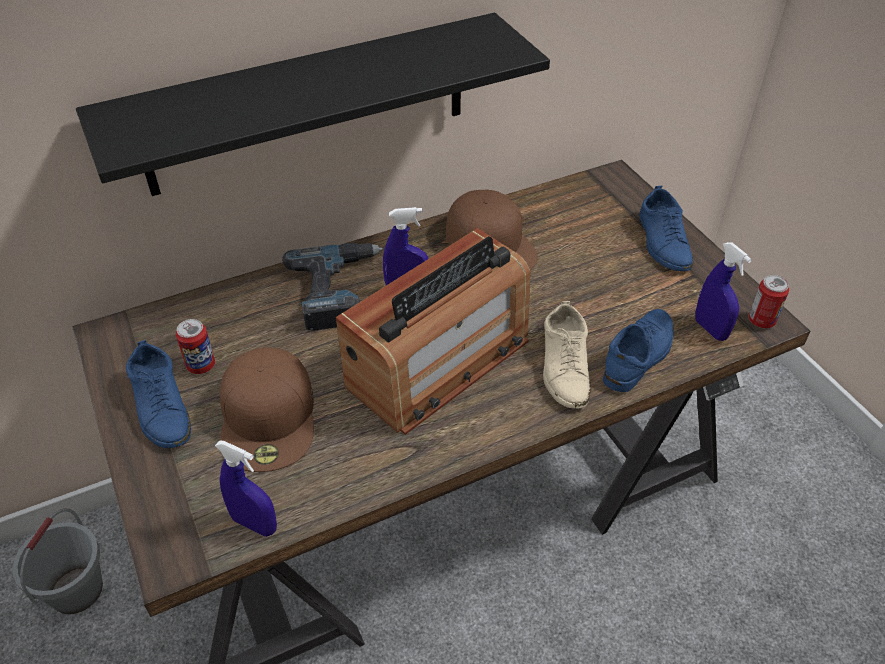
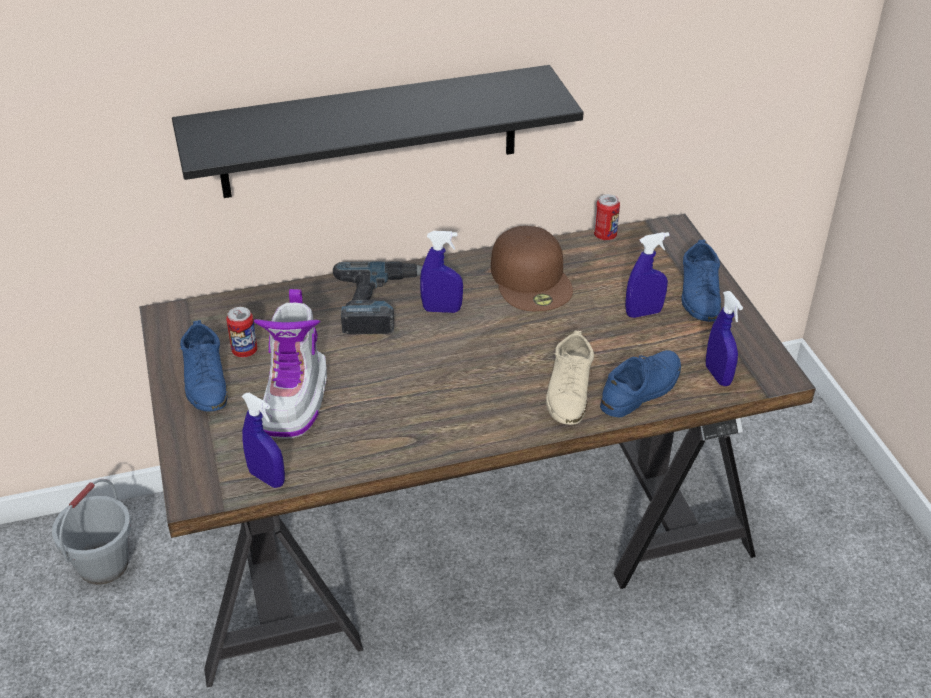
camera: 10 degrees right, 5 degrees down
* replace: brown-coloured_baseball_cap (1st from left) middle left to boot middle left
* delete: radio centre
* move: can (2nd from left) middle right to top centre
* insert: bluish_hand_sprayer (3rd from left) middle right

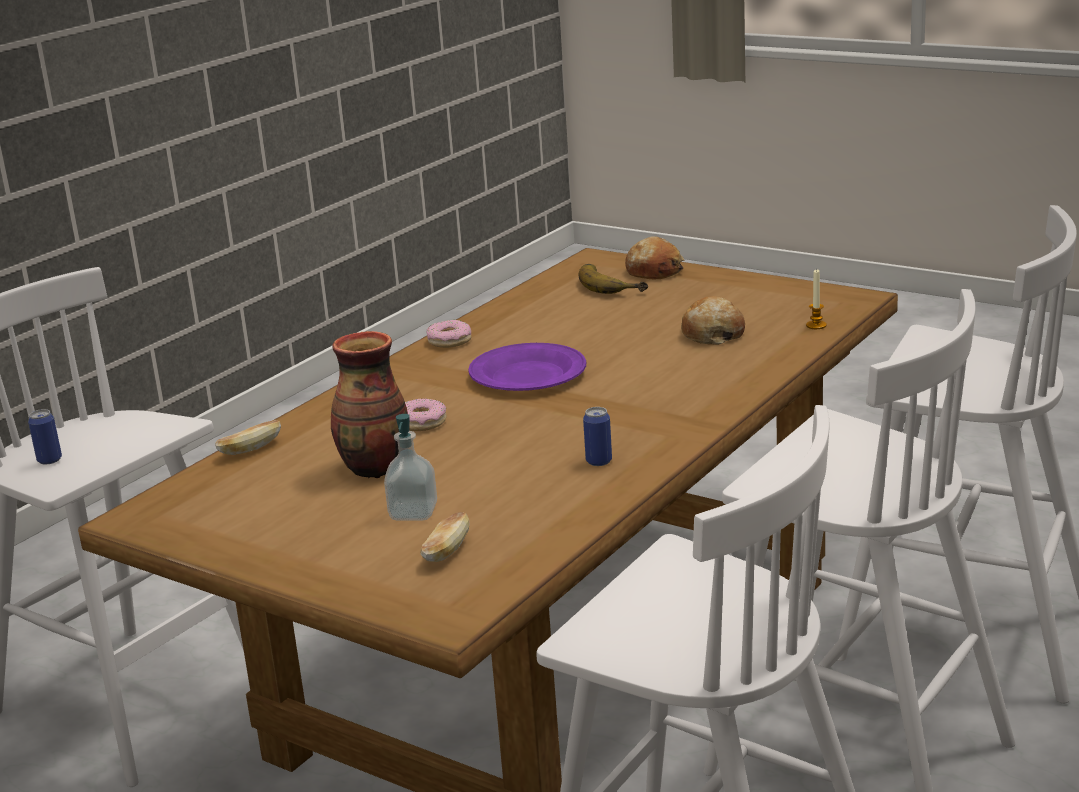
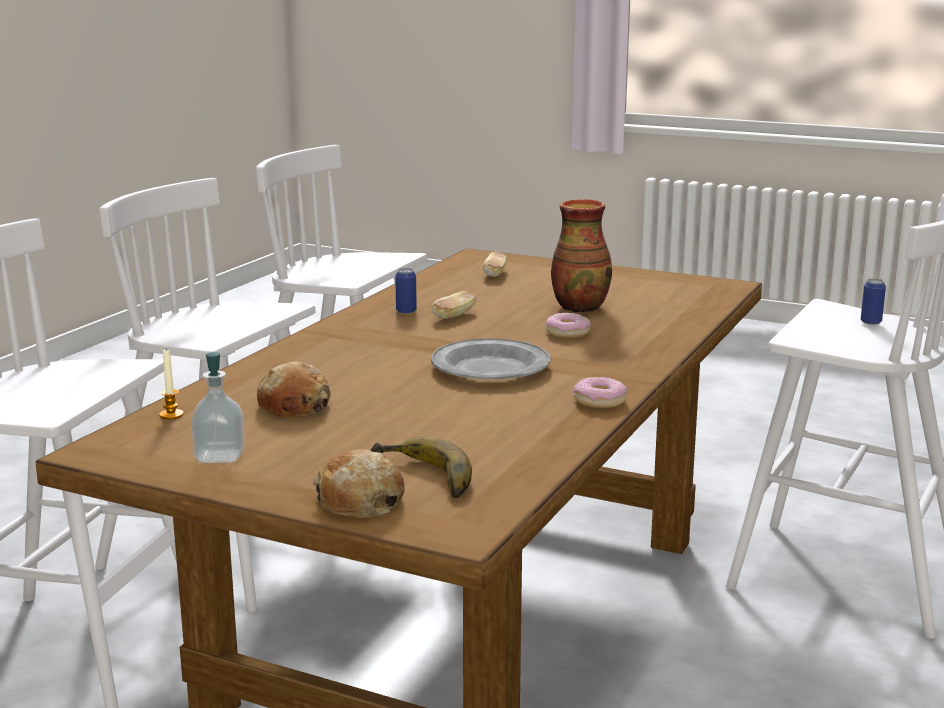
camera: 170 degrees right, 5 degrees down
* move: bakery_bread (1st from left in the first image) middle left to bakery_bread (3rd from left) centre
* move: soap_bottle centre to middle left
* recolor: purple_plate centre to greyish_plate centre

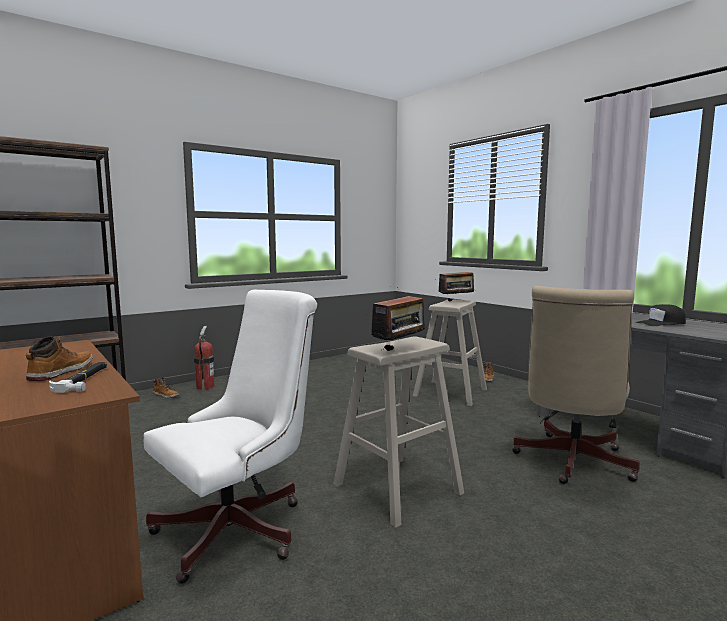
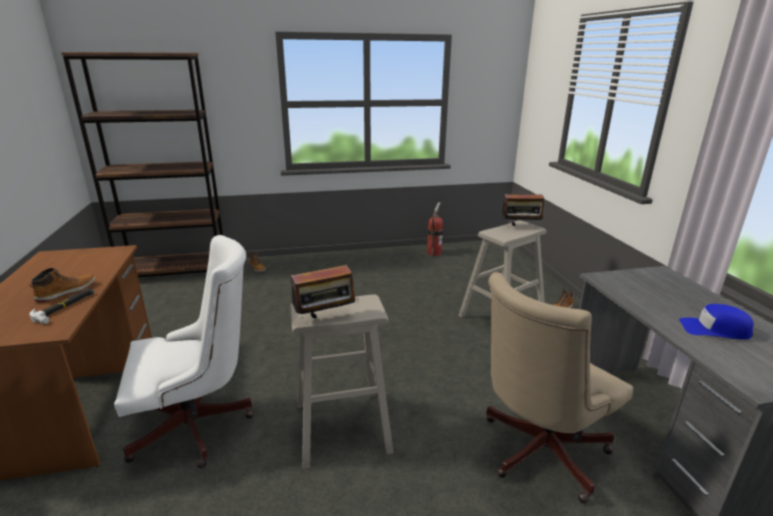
camera: 25 degrees right, 15 degrees up
* move: extinguisher middle left to centre
* recolor: black_baseball_cap middle right to bluish_baseball_cap middle right

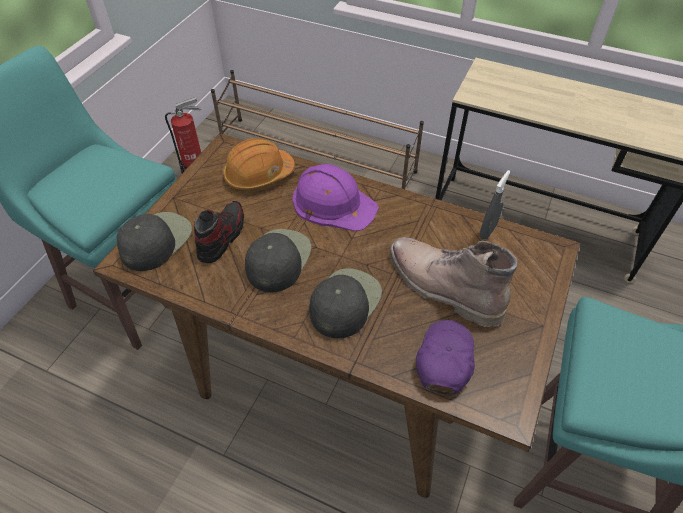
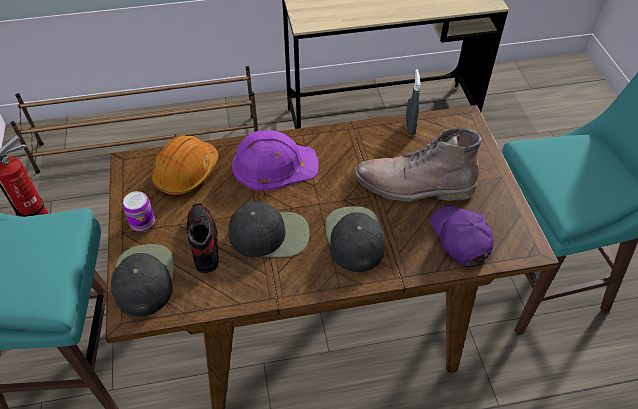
camera: 35 degrees left, 0 degrees up
* rotate: black_baseball_cap (2nd from left) centre = centre 105 degrees clockwise
* insert: can middle left

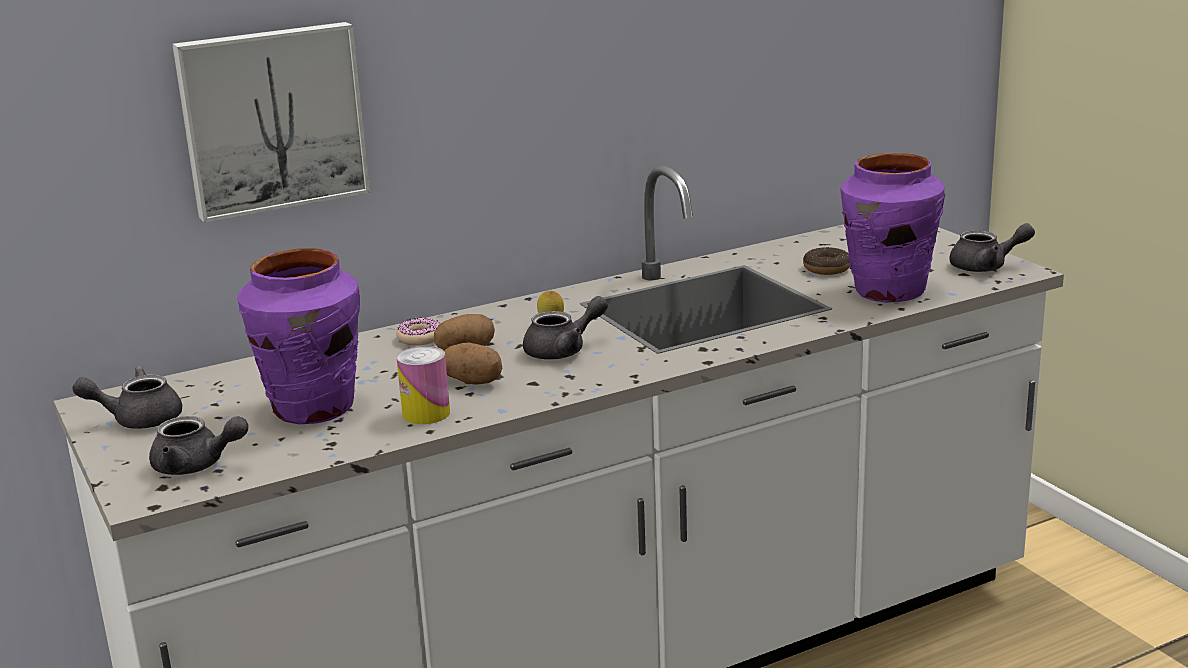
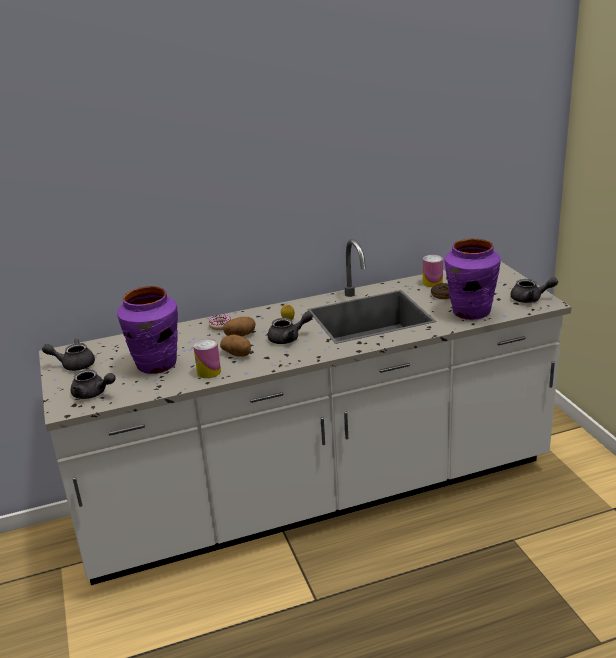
camera: 10 degrees right, 5 degrees up
* delete: wall_art top left
* insert: can (2nd from left) middle right

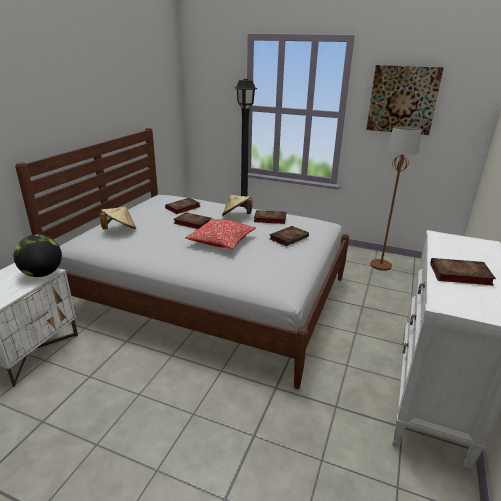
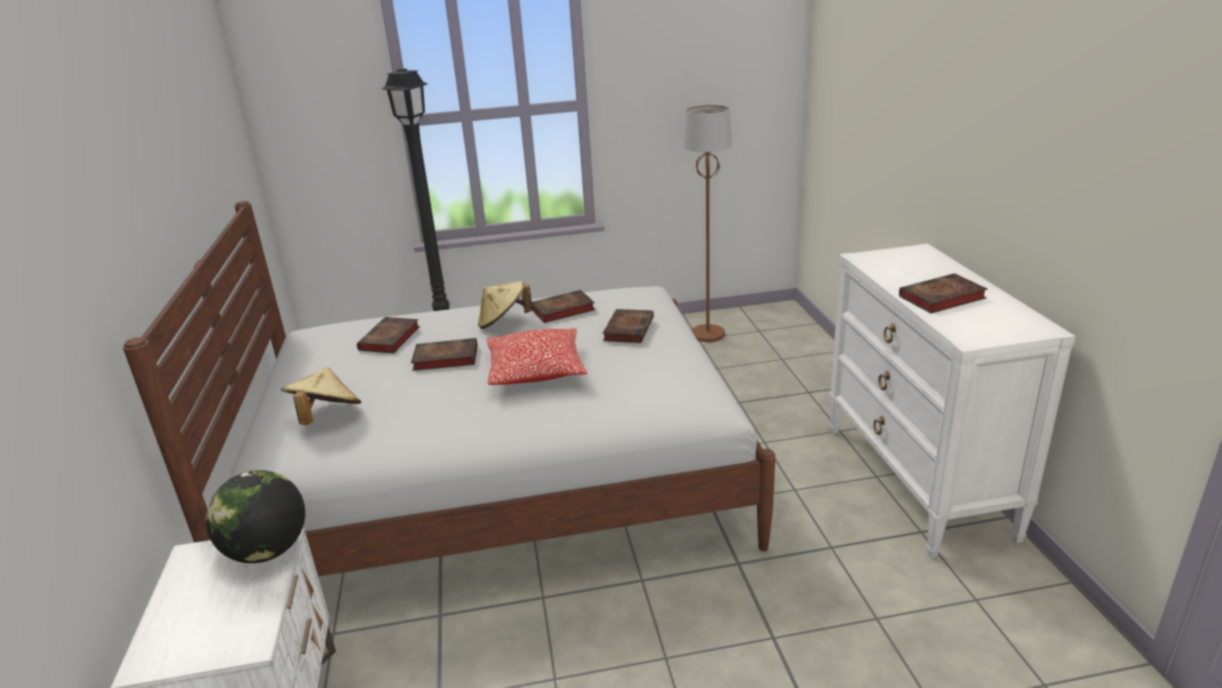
camera: 30 degrees left, 0 degrees up
* delete: wall_art top right

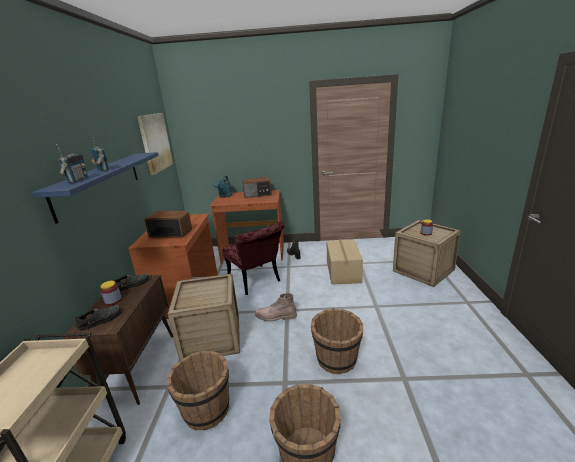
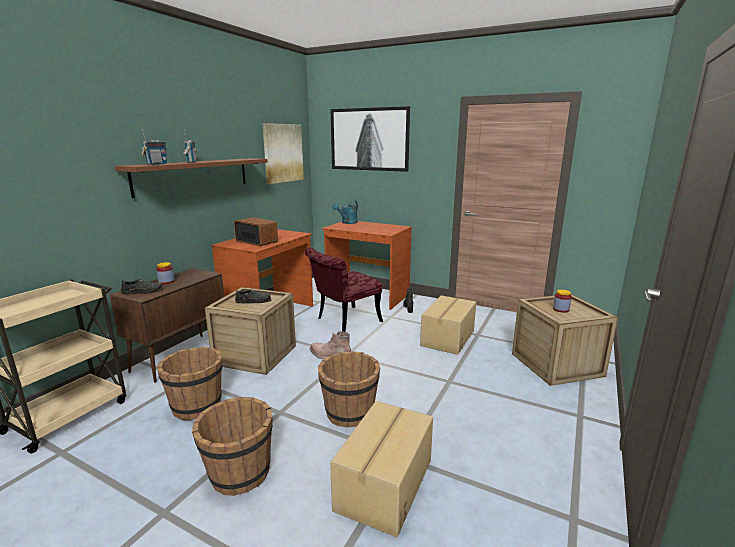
camera: 25 degrees right, 5 degrees down
* recolor: bluish_wall_shelf middle left to brown-coloured_wall_shelf top left
* move: black_shoe (2nd from left) middle left to centre
* rotate: red_plain_chair centre = centre 60 degrees clockwise
* delete: radio (4th from left) centre
* insert: packing_box (1st from left) bottom centre
* insert: wall_art (2nd from left) top centre

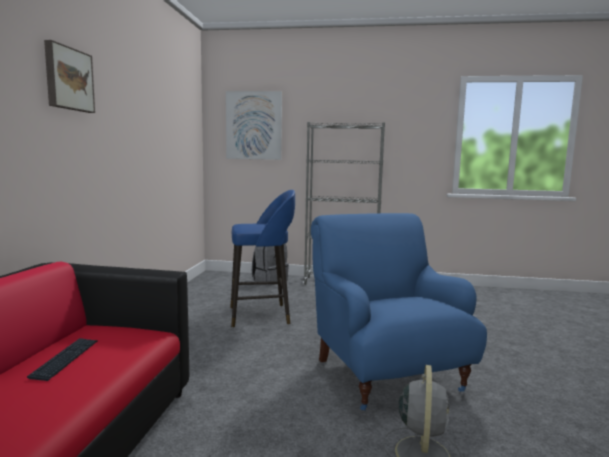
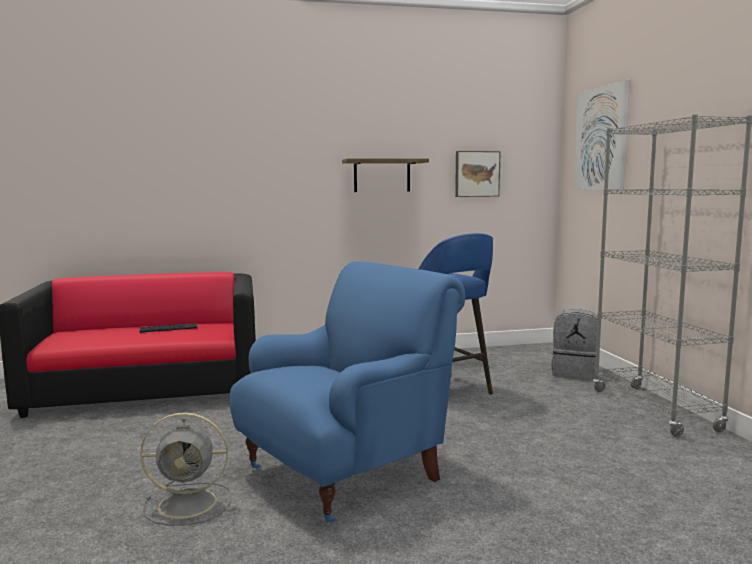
camera: 70 degrees right, 0 degrees up
* move: wall_art (1st from left) top left to top centre
* insert: wall_shelf top centre

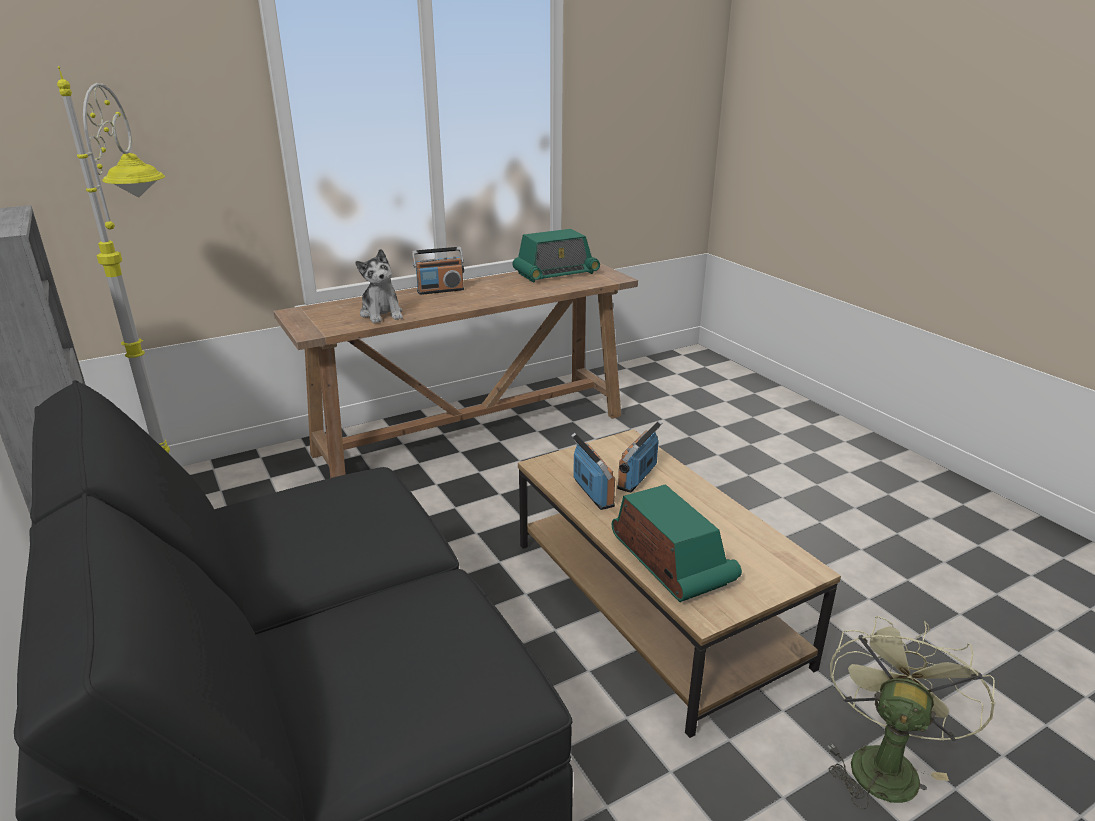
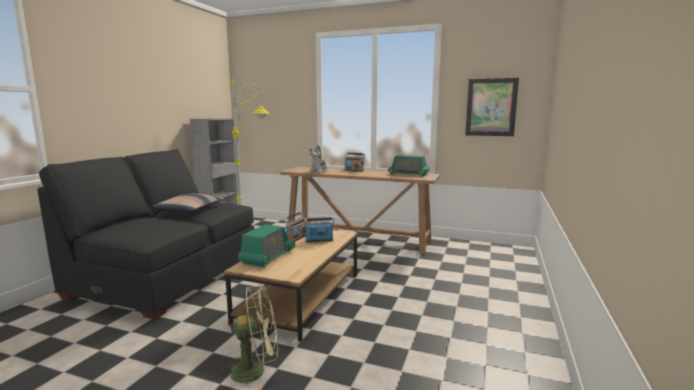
camera: 50 degrees right, 15 degrees down
* insert: cushion middle left
* insert: wall_art top right

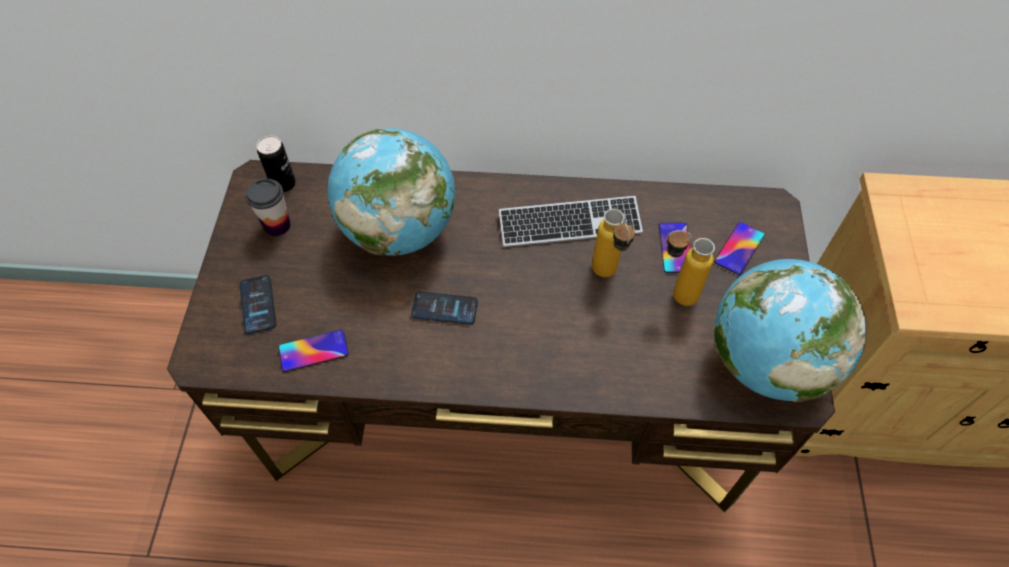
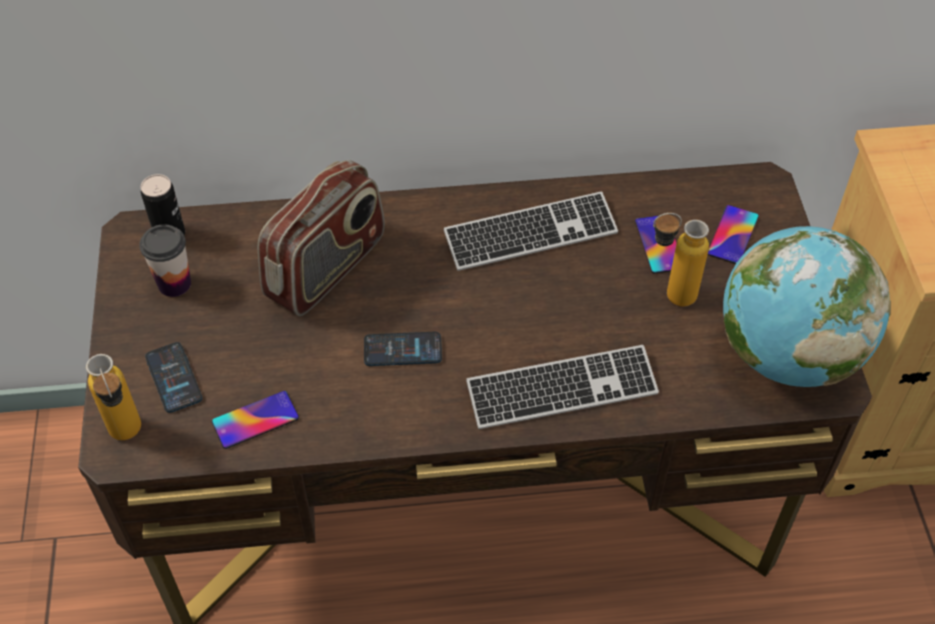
camera: 10 degrees left, 5 degrees down
* replace: globe (1st from left) centre to radio centre
* move: drink_bottle (1st from left) centre to middle left
* insert: keyboard (2nd from left) centre

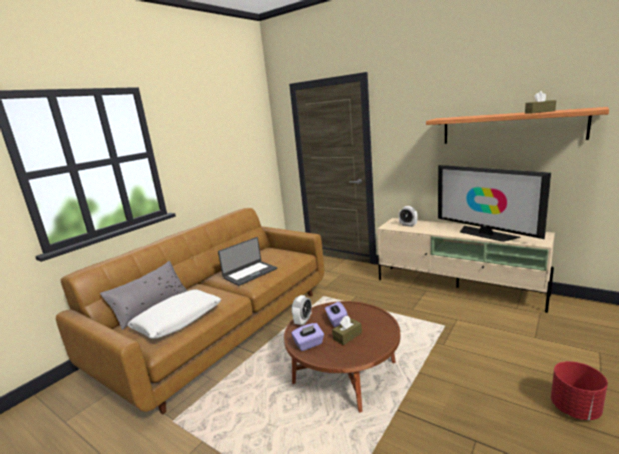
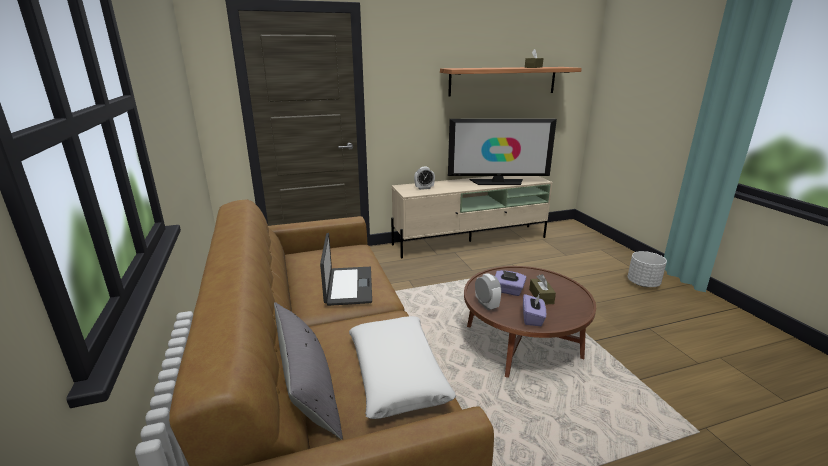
camera: 55 degrees left, 5 degrees up
* recolor: red_plant_pot bottom right to white-coloured_plant_pot middle right

